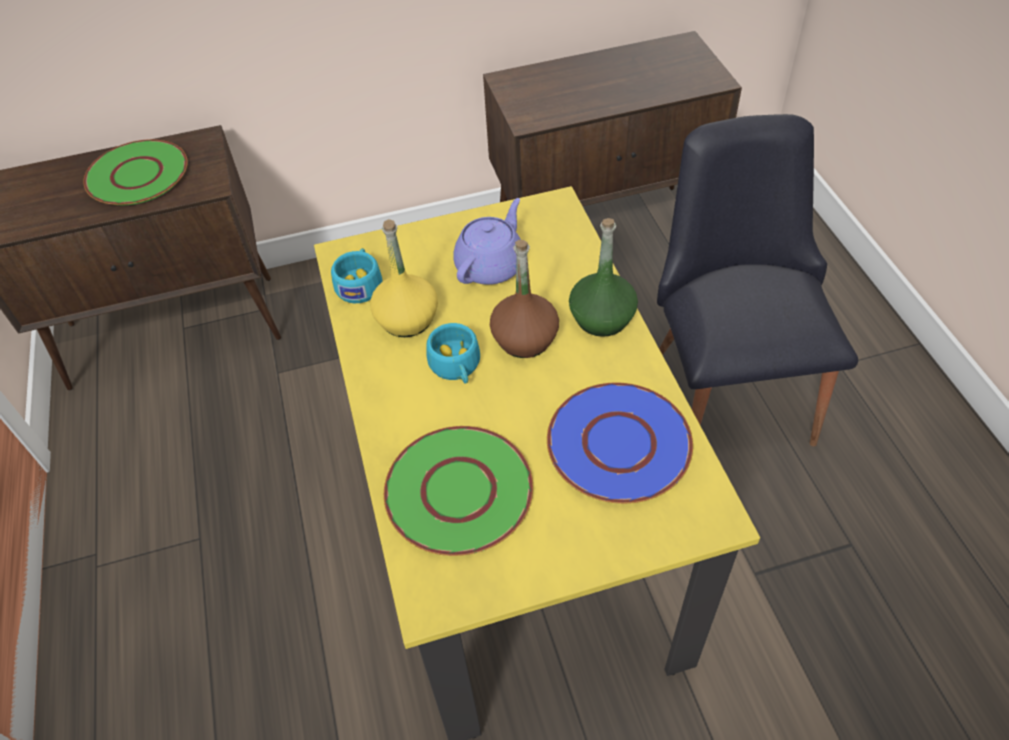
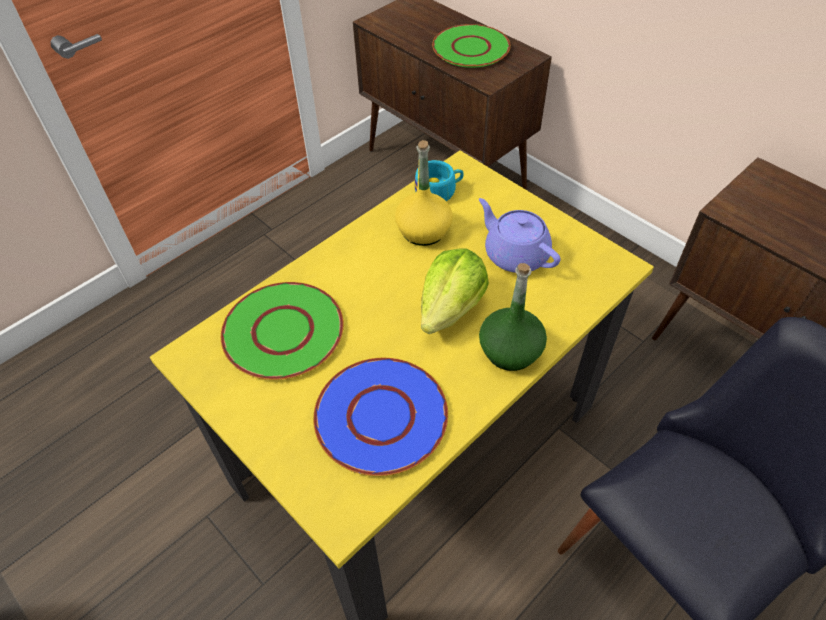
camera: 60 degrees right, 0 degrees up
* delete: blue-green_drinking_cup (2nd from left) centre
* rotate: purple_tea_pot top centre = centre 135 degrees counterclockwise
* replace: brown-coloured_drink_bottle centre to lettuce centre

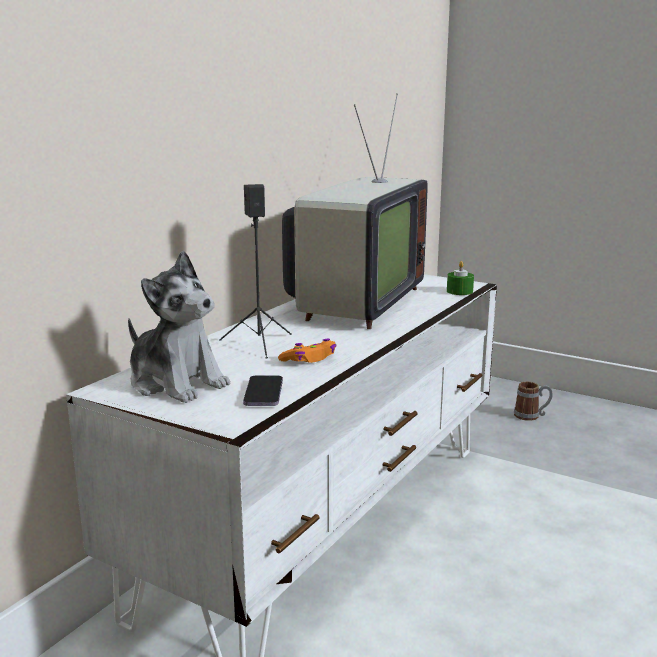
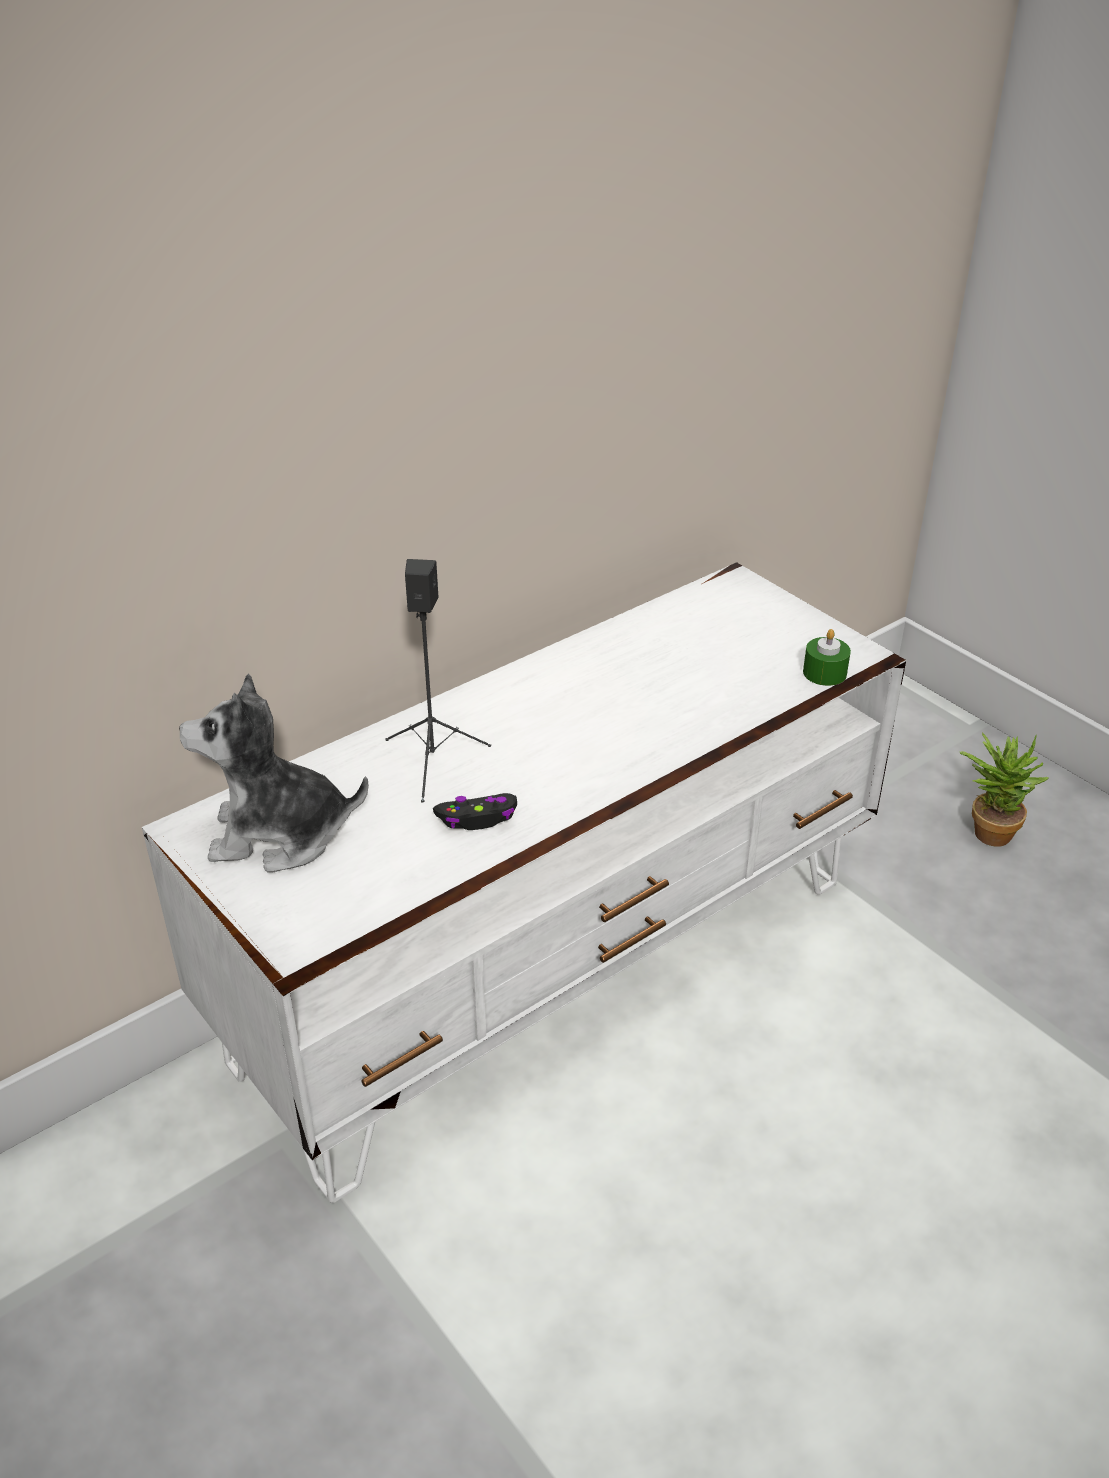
camera: 20 degrees right, 20 degrees up
* rotate: cuddly_toy middle left = middle left 120 degrees clockwise
* delete: telephone centre
* recolor: orange-coloured_game_controller centre to black_game_controller centre
* delete: TV_set top centre
* replace: tea_mug middle right to plant_in_a_pot middle right

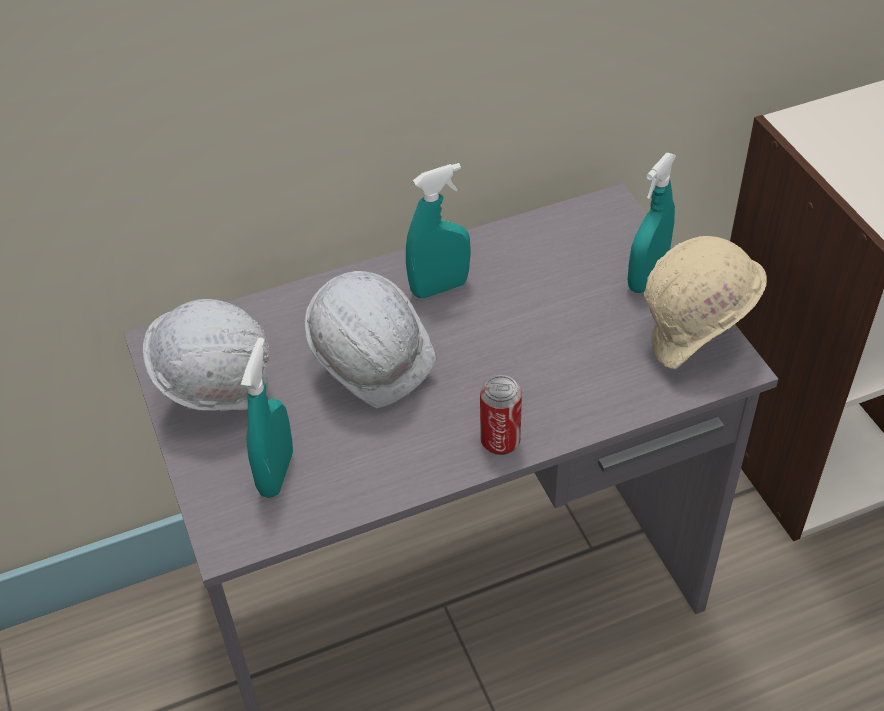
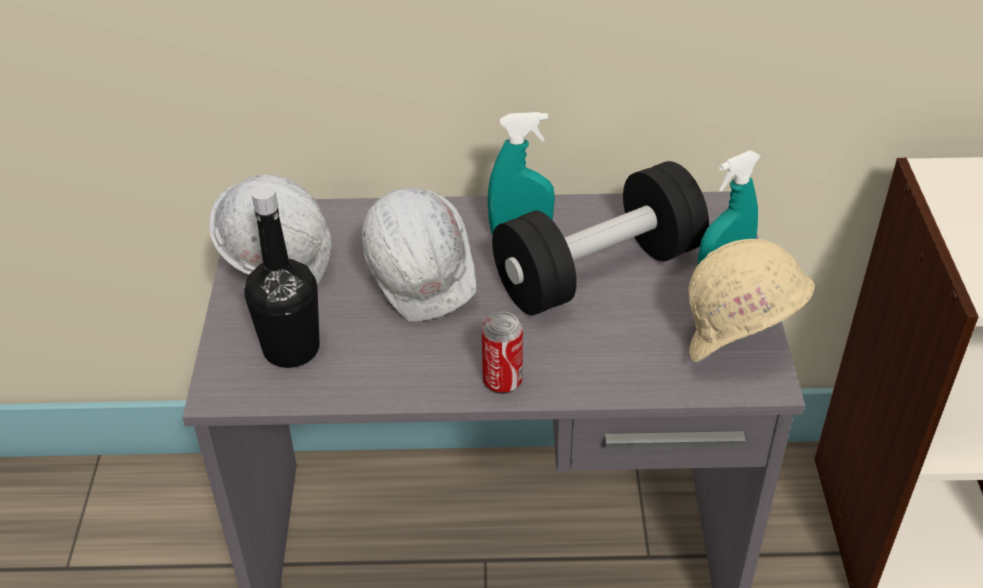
camera: 20 degrees right, 5 degrees down
* replace: blue-green_hand_sprayer (1st from left) middle left to black_drink_bottle middle left
* insert: black_dumbbell centre

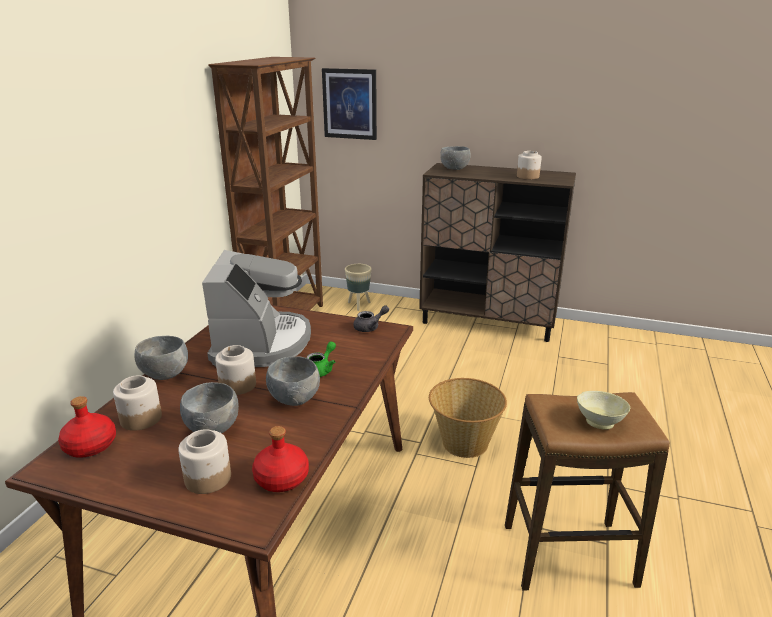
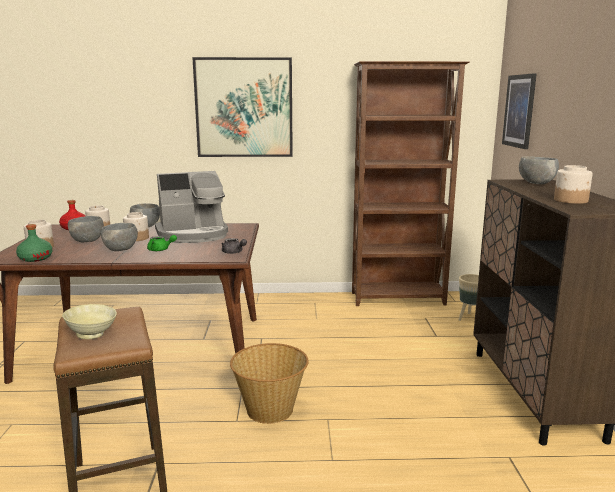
camera: 70 degrees right, 10 degrees down
* recolor: red_drink_bottle (2nd from left) bottom centre to green-coloured_drink_bottle middle left
* insert: wall_art (1st from left) top centre

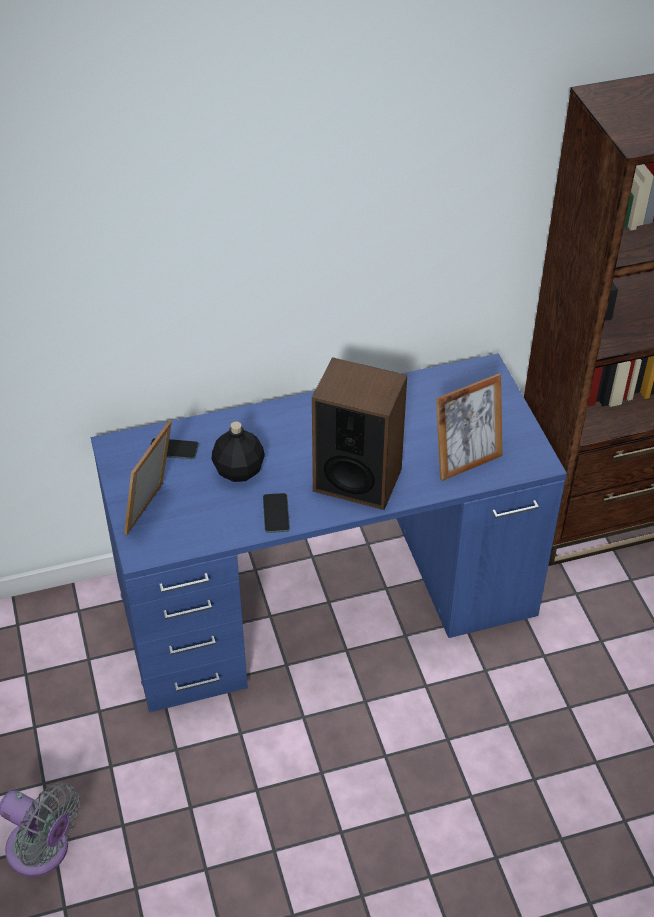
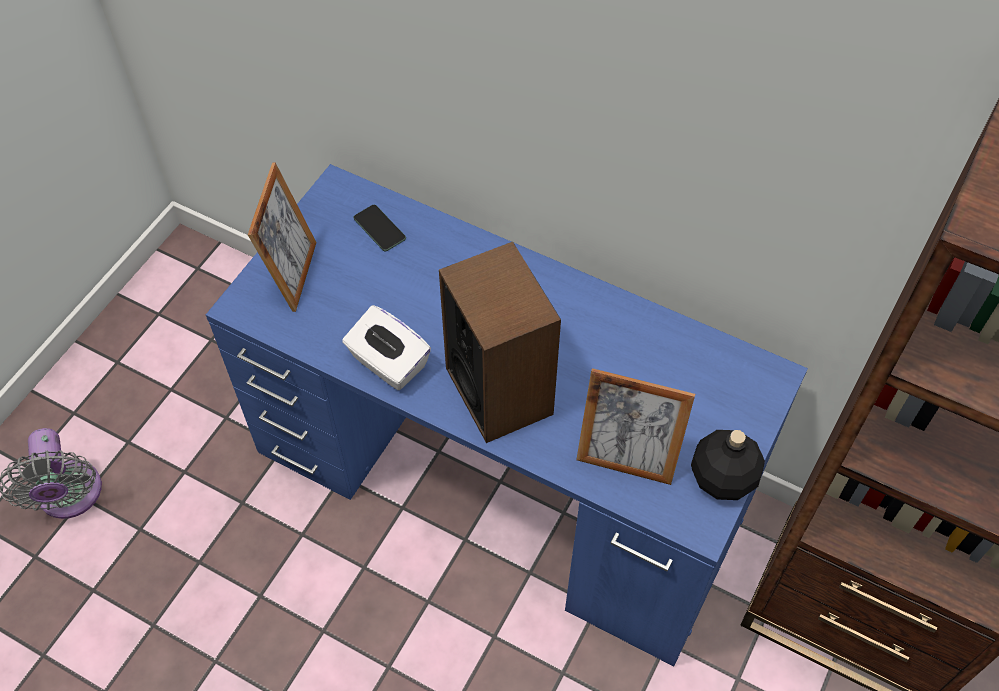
camera: 45 degrees right, 10 degrees up
* rotate: standing_frame (1st from left) middle left = middle left 120 degrees clockwise
* move: black_drink_bottle centre to bottom right
* replace: telephone (2nd from left) centre to white-coloured_tissue_holder centre

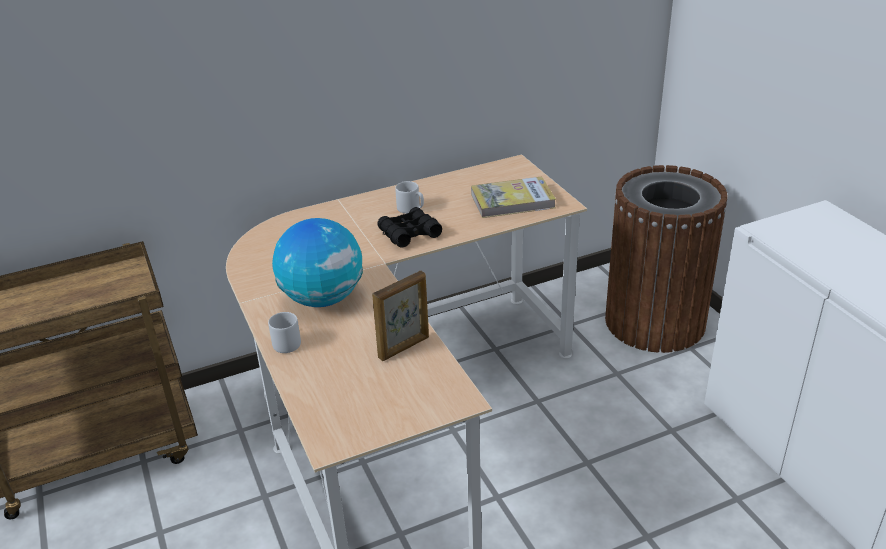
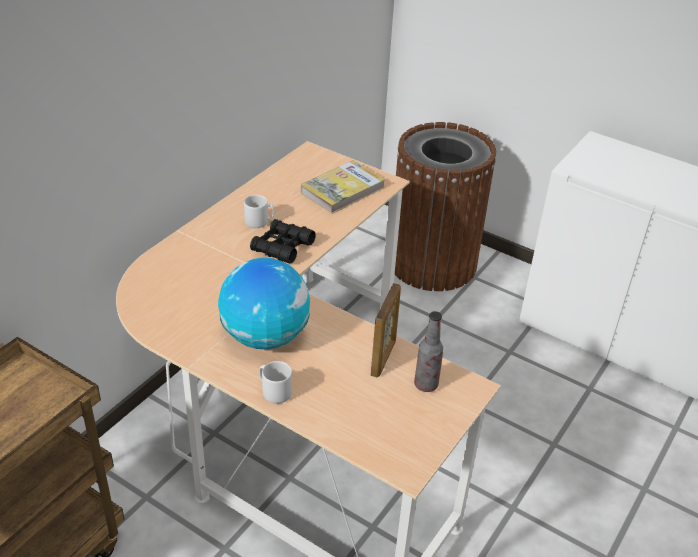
camera: 35 degrees left, 5 degrees up
* insert: drink_bottle centre

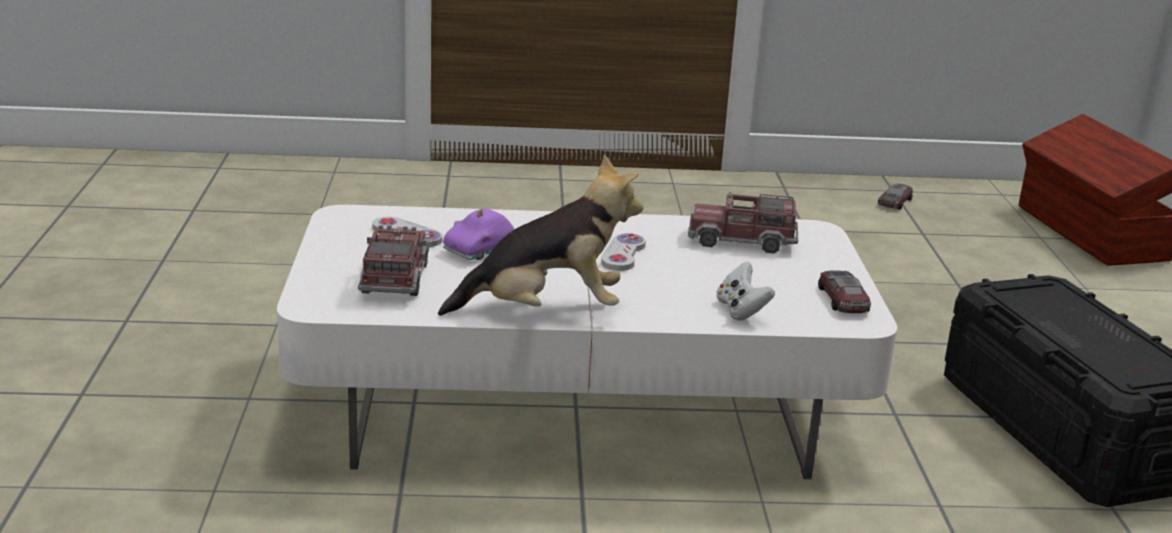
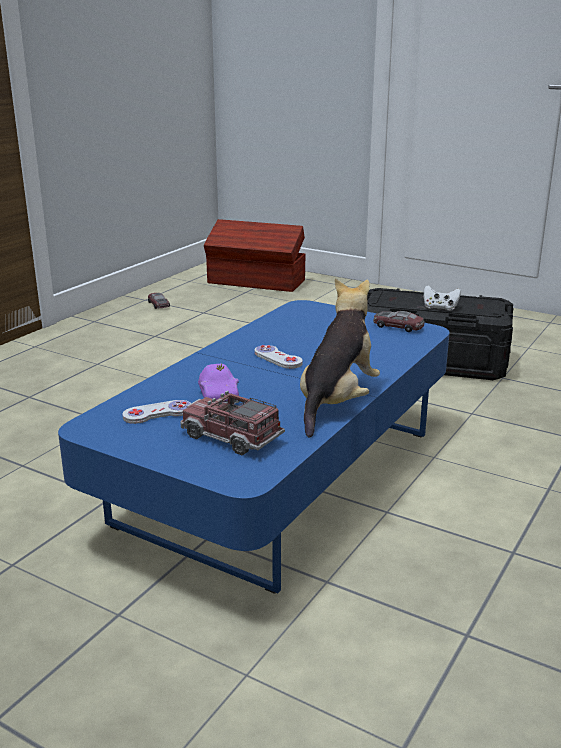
camera: 55 degrees left, 0 degrees up
* recolor: white-coloured_coffee_table centre to bluish_coffee_table centre
* delete: toy_lorry (2nd from left) centre
* move: white-coloured_game_controller (3rd from left) centre to middle right

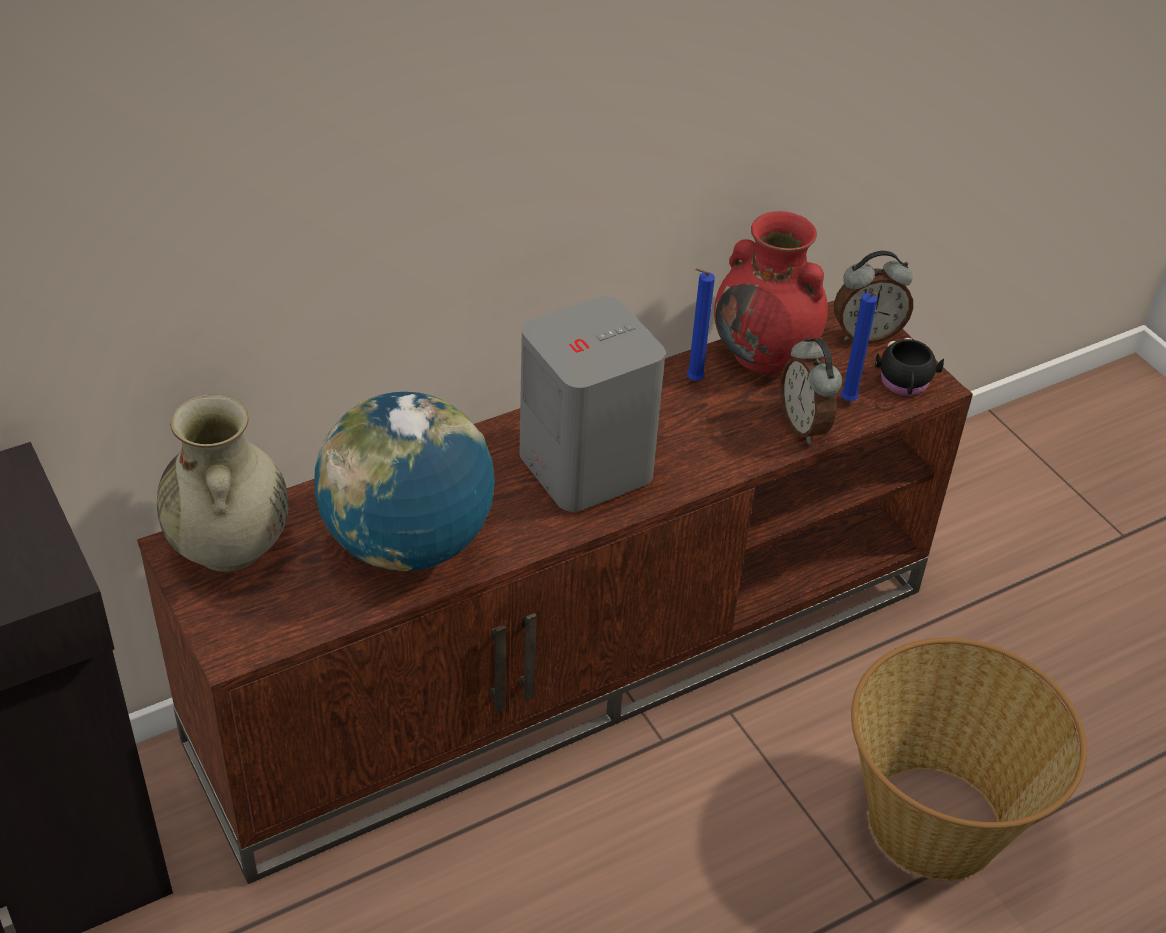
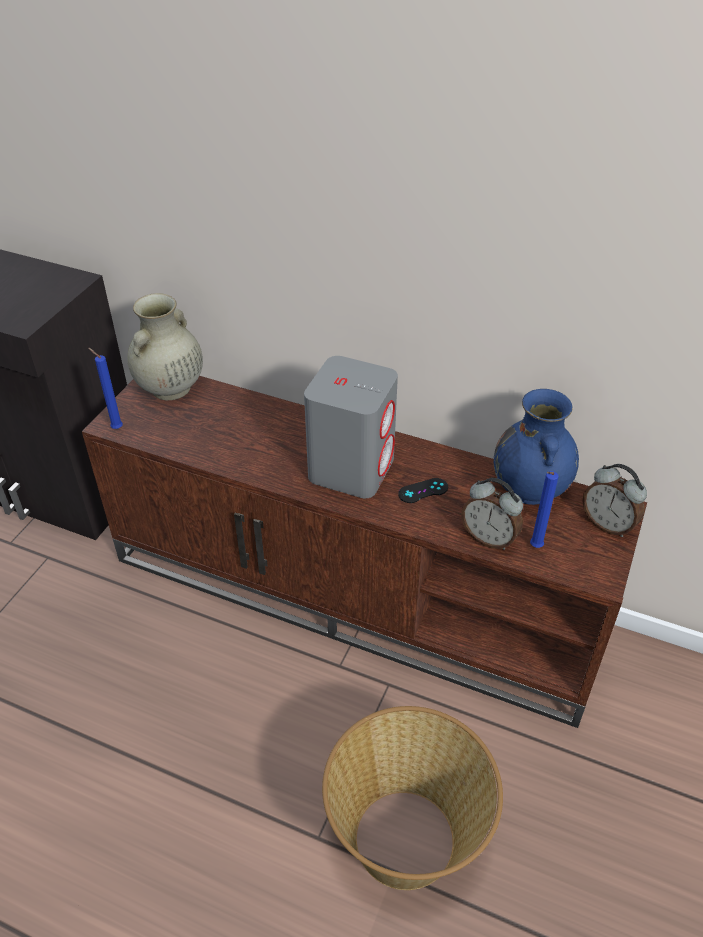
camera: 55 degrees right, 0 degrees up
* delete: globe centre
* move: bluish_wax_candle (1st from left) centre to middle left
* recolor: red_decorative_vase top centre to bluish_decorative_vase middle right
* rotate: table_clock (1st from left) middle right = middle right 90 degrees counterclockwise
* delete: black_tea_mug middle right
* insert: black_game_controller centre

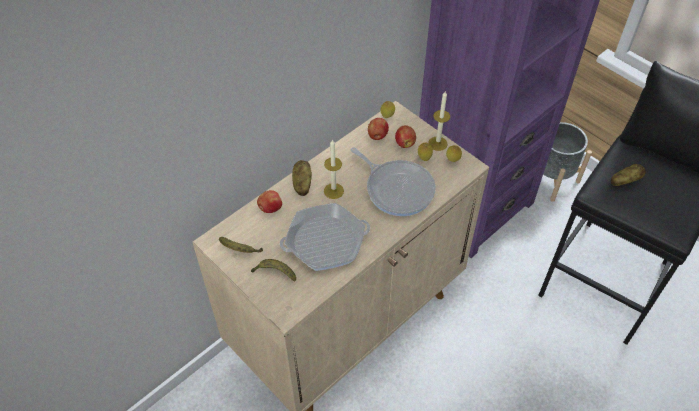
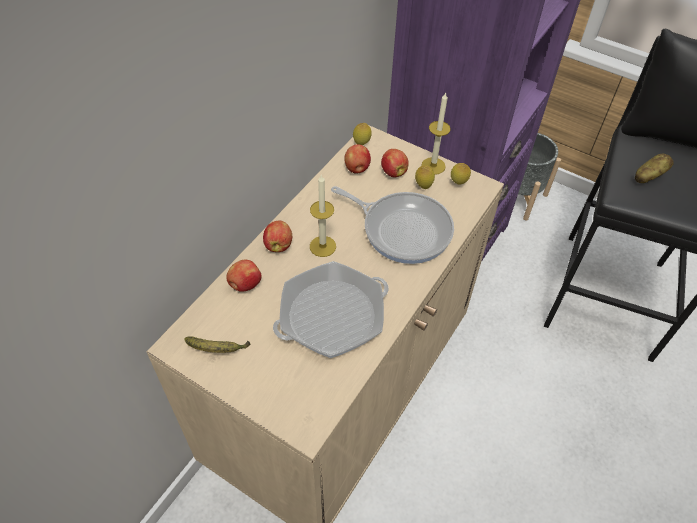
camera: 15 degrees left, 0 degrees up
* delete: whole_banana (2nd from left) centre
* replace: potato (1st from left) centre to apple (2nd from left) centre

